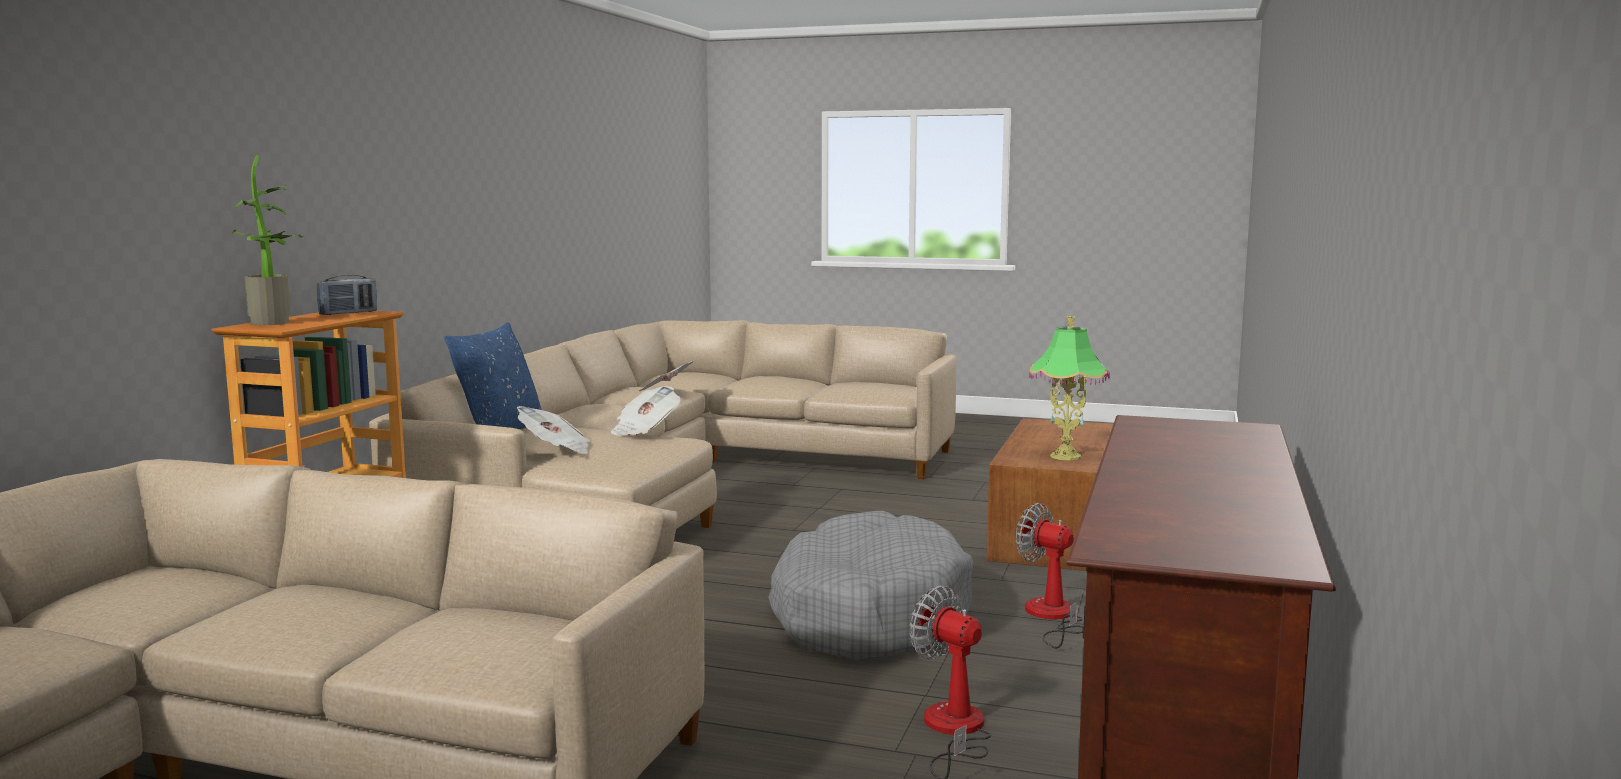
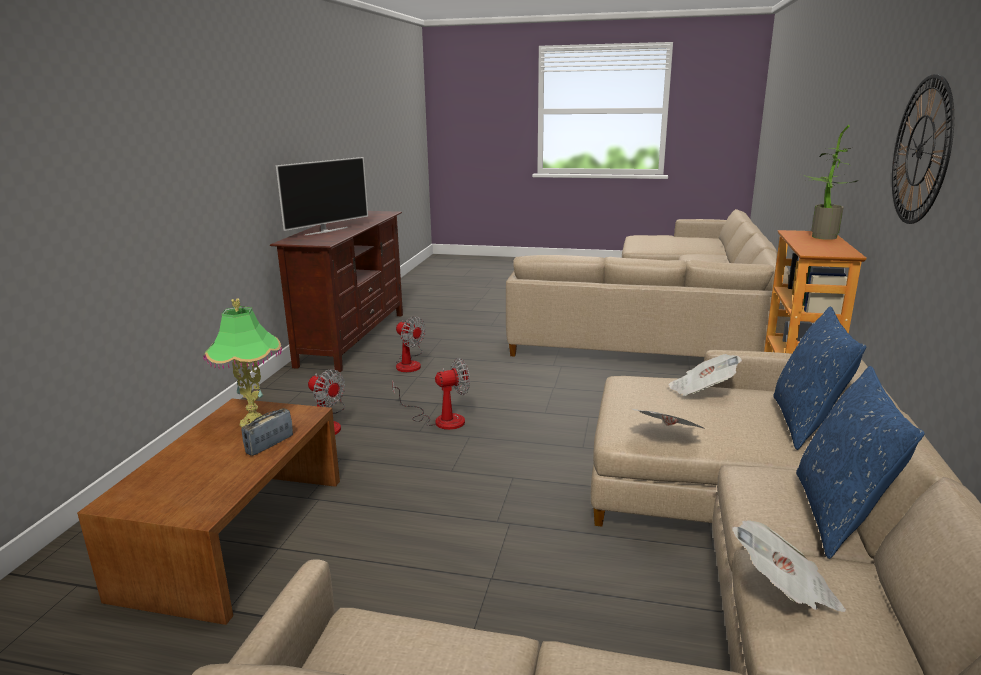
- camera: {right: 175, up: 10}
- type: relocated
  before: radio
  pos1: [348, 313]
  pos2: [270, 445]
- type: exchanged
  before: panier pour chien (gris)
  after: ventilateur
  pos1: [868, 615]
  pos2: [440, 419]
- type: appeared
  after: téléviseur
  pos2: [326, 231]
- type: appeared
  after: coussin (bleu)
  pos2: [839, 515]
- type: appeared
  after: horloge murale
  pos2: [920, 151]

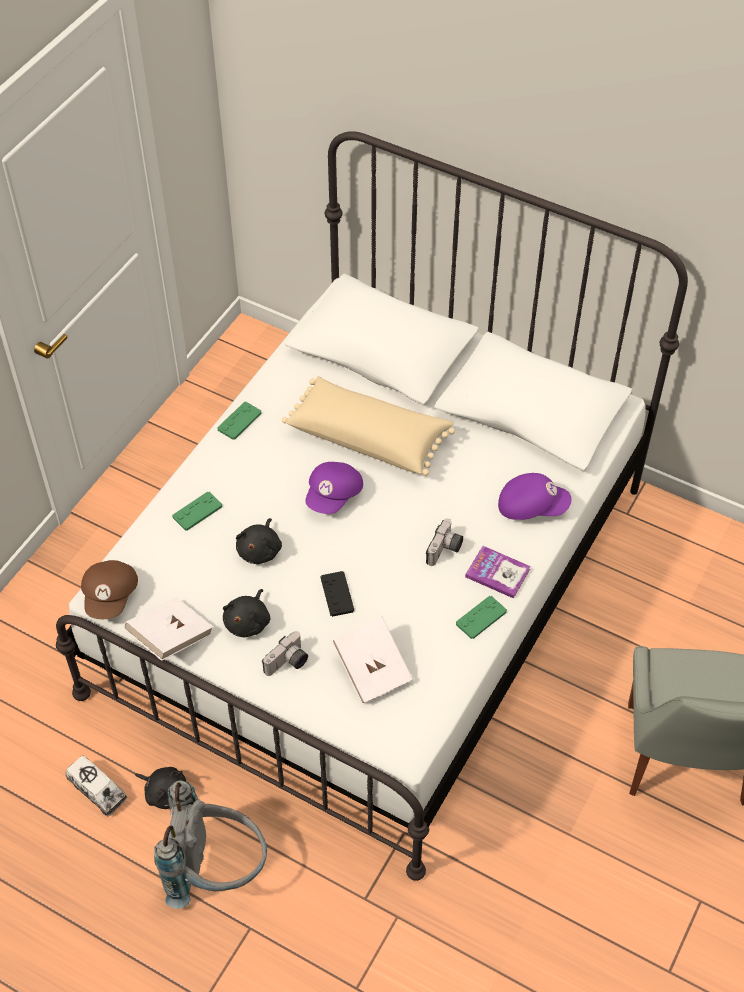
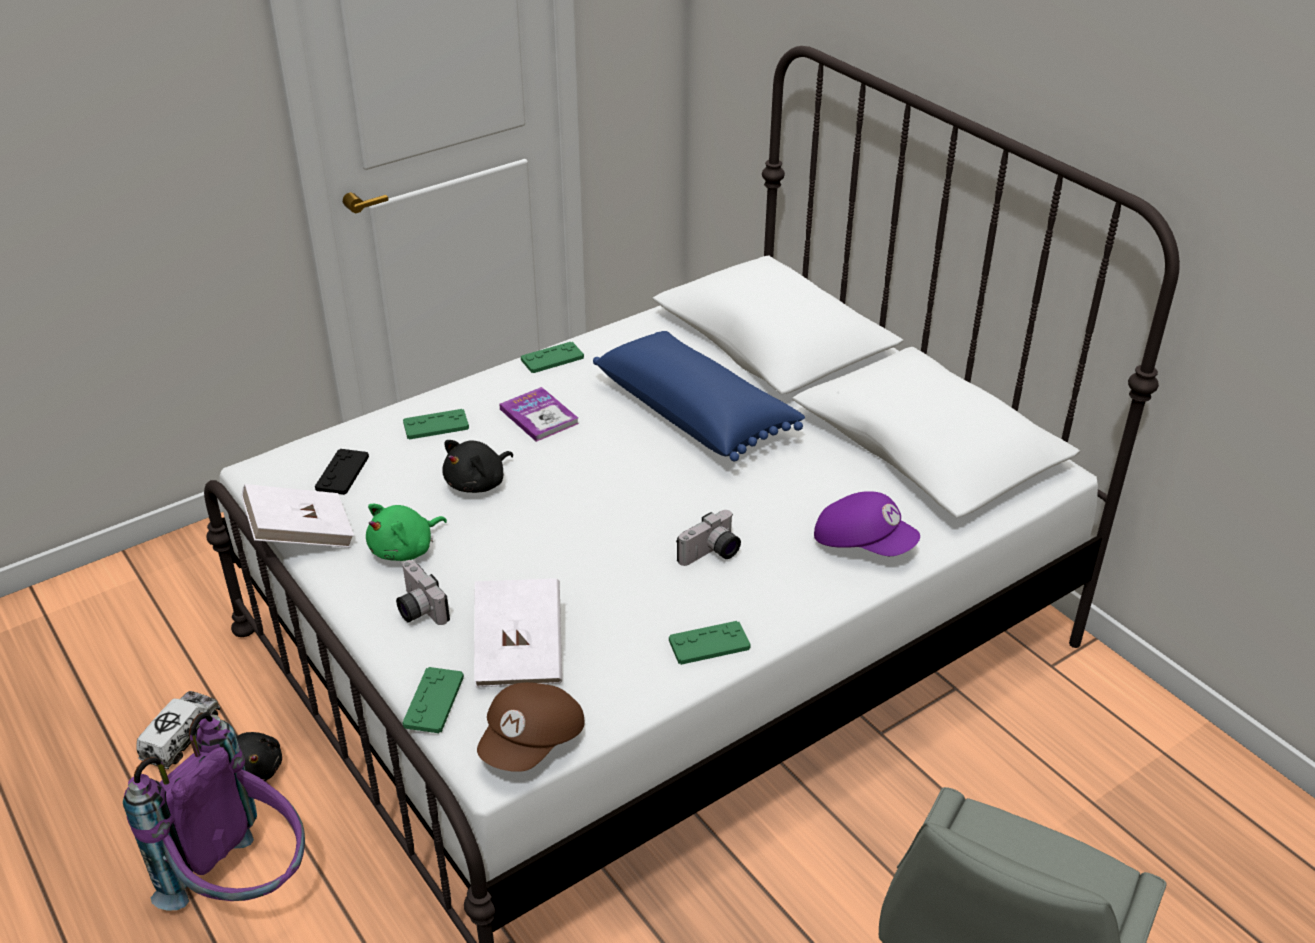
- camera: {right: 25, up: -15}
- type: spun
  before: camion jouet
  pos1: [97, 790]
  pos2: [181, 737]
  turn: -135
- type: relocated
  before: casquette (marron)
  pos1: [111, 596]
  pos2: [533, 743]
- type: colour
  before: sac à dos (gris)
  after: sac à dos (violet)
  pos1: [216, 870]
  pos2: [244, 886]
- type: colour
  before: peluche (noir)
  after: peluche (vert)
  pos1: [248, 622]
  pos2: [405, 549]
- type: spun
  before: appareil photo
  pos1: [288, 663]
  pos2: [417, 609]
  turn: 75
- type: colour
  before: coussin (beige)
  after: coussin (bleu)
  pos1: [369, 436]
  pos2: [696, 413]
- type: missing
  before: casquette (violet)
  pos1: [334, 496]
- type: relocated
  before: manette (noir)
  pos1: [337, 594]
  pos2: [342, 473]
- type: relocated
  before: livre
  pos1: [497, 573]
  pos2: [539, 416]
- type: appeared
  after: manette (vert)
  pos2: [434, 701]

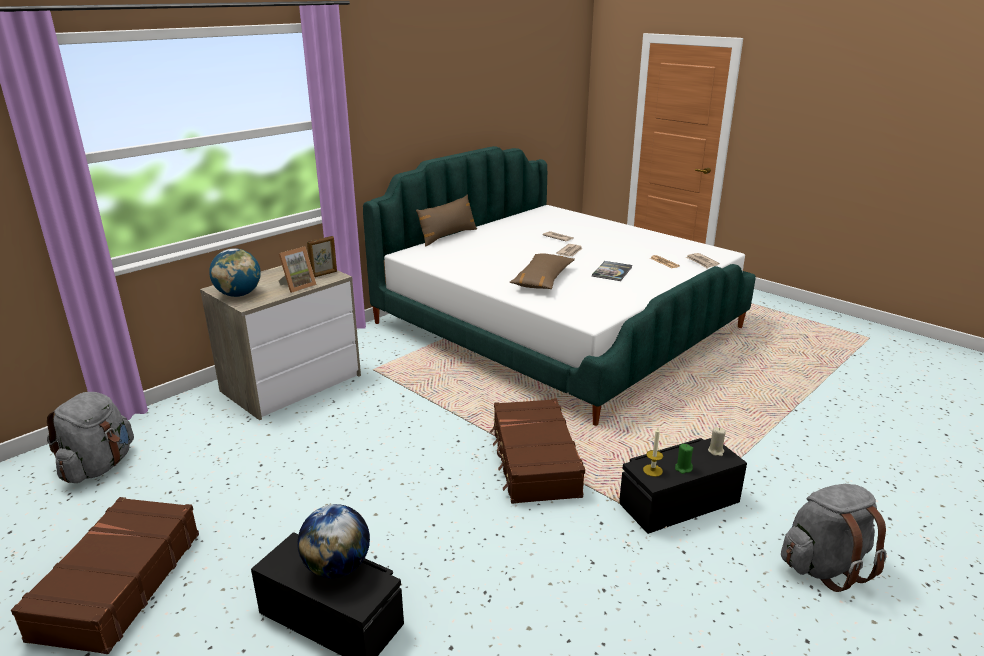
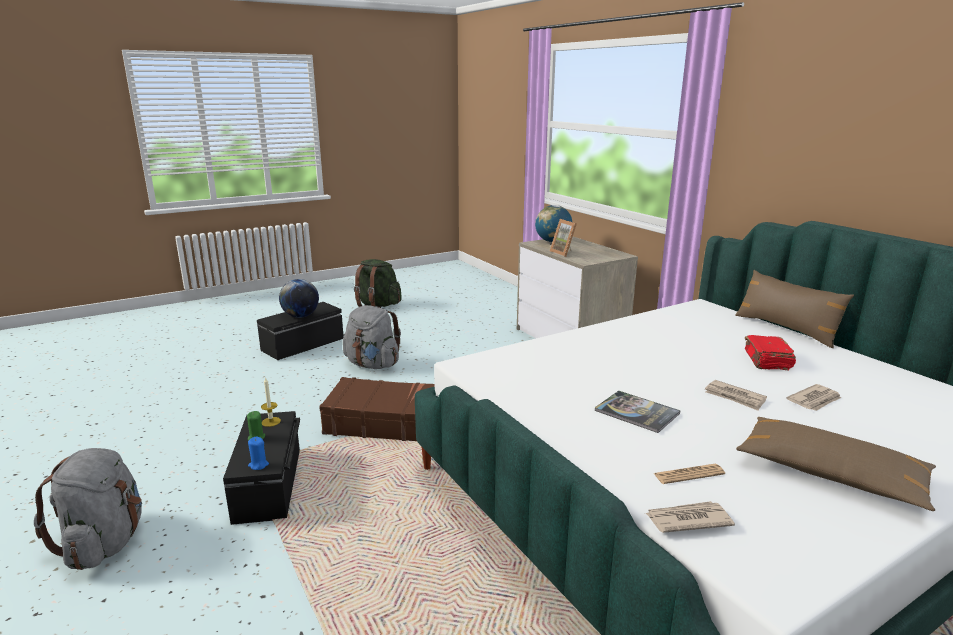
- camera: {right: 105, up: -5}
- type: exchanged
  before: valise (marron)
  after: sac à dos (vert)
  pos1: [117, 584]
  pos2: [377, 305]
- type: relocated
  before: sac à dos (gris)
  pos1: [99, 466]
  pos2: [373, 365]
- type: missing
  before: cadre photo
  pos1: [324, 274]
- type: relocated
  before: coussin (marron)
  pos1: [542, 280]
  pos2: [830, 474]
- type: colour
  before: bougie (beige)
  after: bougie (bleu)
  pos1: [716, 451]
  pos2: [258, 465]
- type: appeared
  after: livre (rouge)
  pos2: [767, 361]

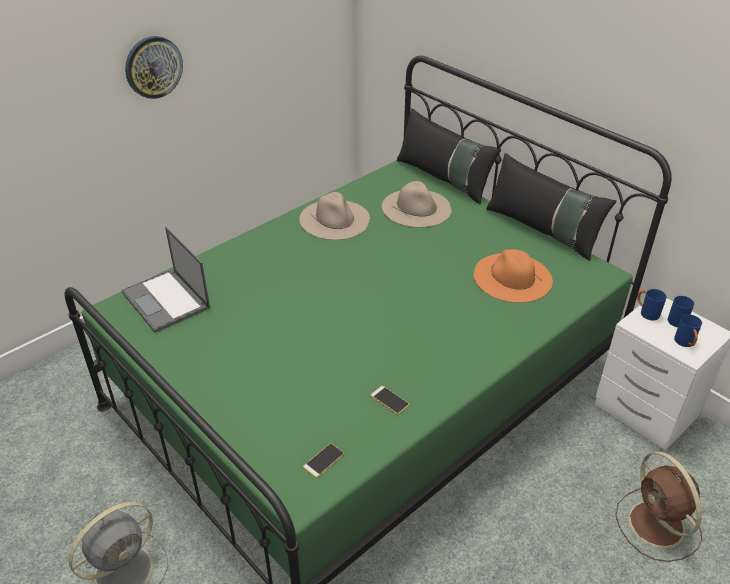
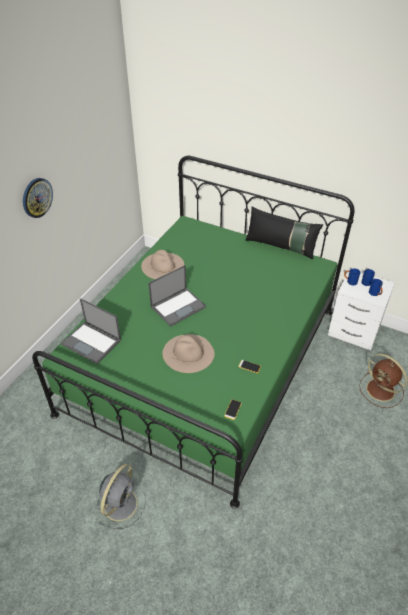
- camera: {right: -20, up: 5}
- type: relocated
  before: chapeau (beige)
  pos1: [416, 207]
  pos2: [188, 353]
- type: missing
  before: coussin (noir)
  pos1: [444, 179]
- type: missing
  before: chapeau (orange)
  pos1: [512, 277]
- type: appeared
  after: ordinateur portable
  pos2: [178, 306]

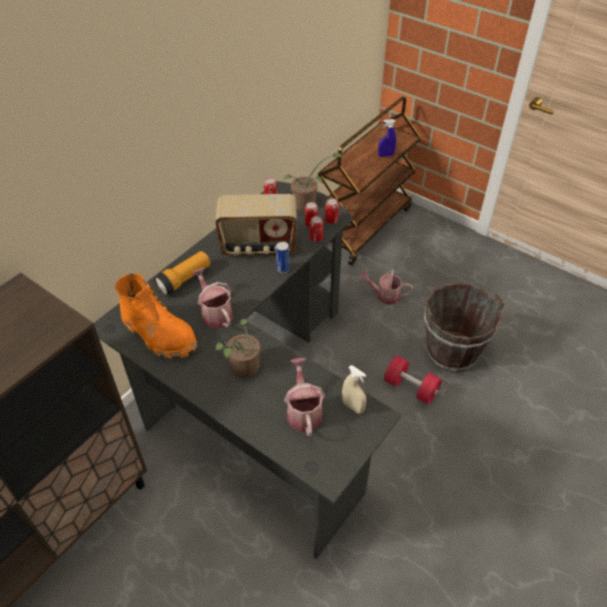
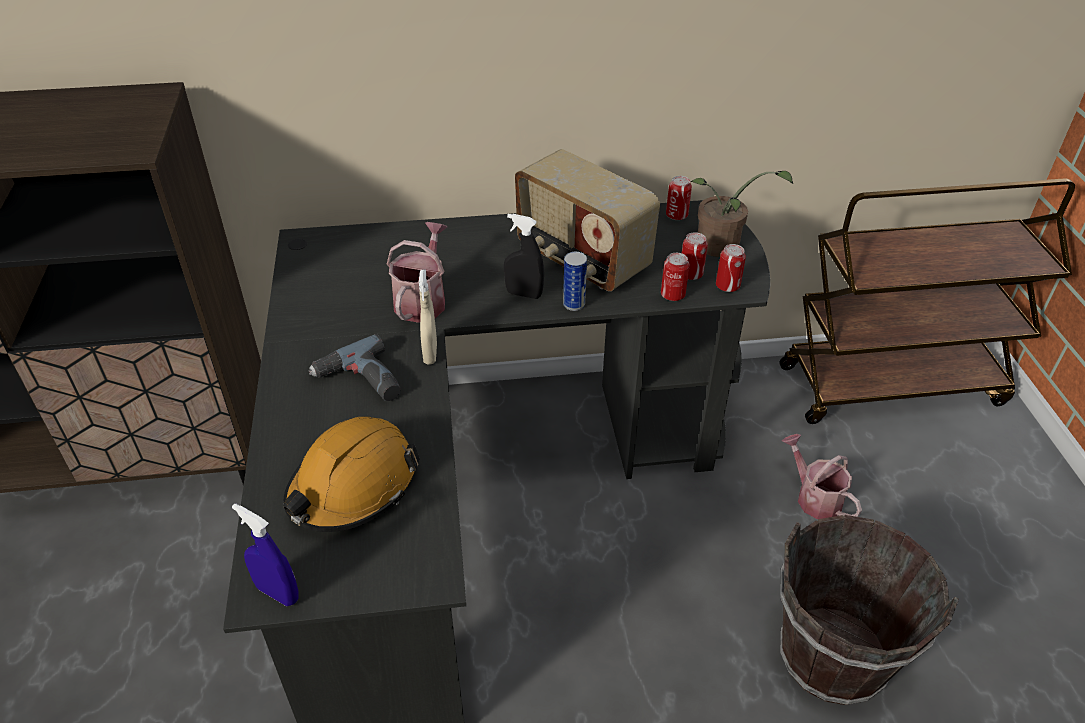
- camera: {right: 45, up: -5}
- type: missing
  before: botte (orange)
  pos1: [159, 334]
- type: missing
  before: lampe de poche
  pos1: [184, 279]
- type: exchanged
  before: plante en pot
  after: perceuse
  pos1: [242, 369]
  pos2: [360, 382]
- type: exchanged
  before: arrosoir
  after: casque de chantier (orange)
  pos1: [303, 411]
  pos2: [353, 487]
- type: relocated
  before: vaporisateur (beige)
  pos1: [353, 406]
  pos2: [430, 353]
- type: relocated
  before: vaporisateur (bleu)
  pos1: [386, 155]
  pos2: [277, 593]
- type: missing
  before: haltère (rouge)
  pos1: [411, 388]
- type: appeared
  after: vaporisateur (noir)
  pos2: [524, 294]

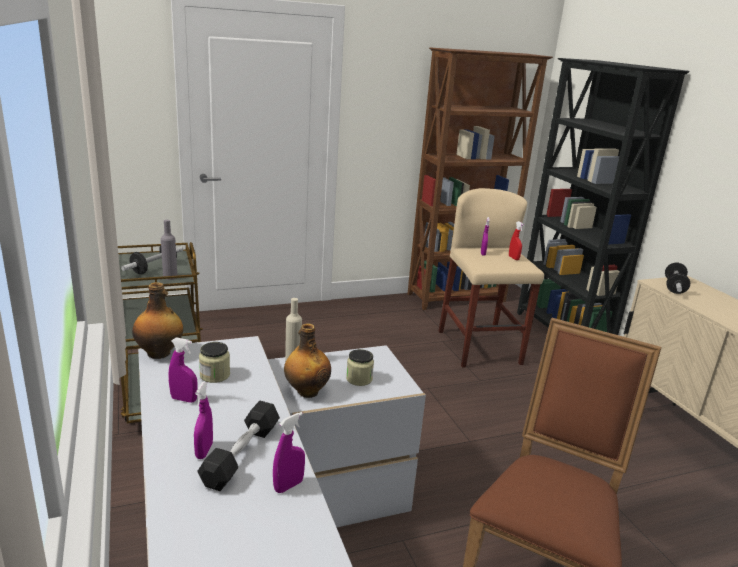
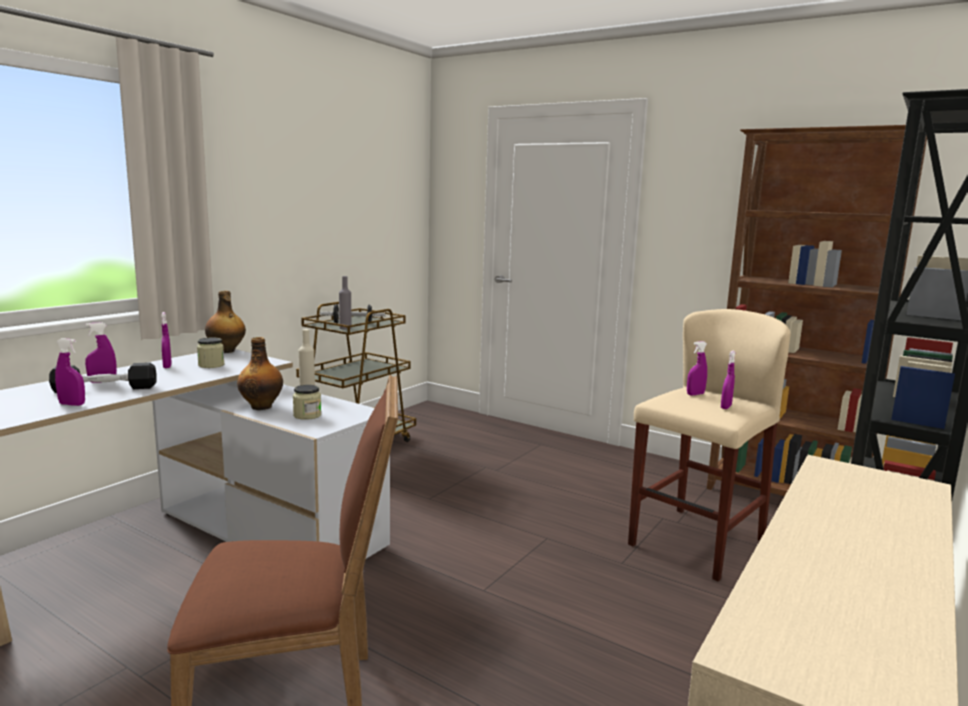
- camera: {right: 55, up: -10}
- type: colour
  before: vaporisateur (rouge)
  after: vaporisateur (violet)
  pos1: [513, 258]
  pos2: [726, 407]
- type: missing
  before: haltère
  pos1: [674, 287]

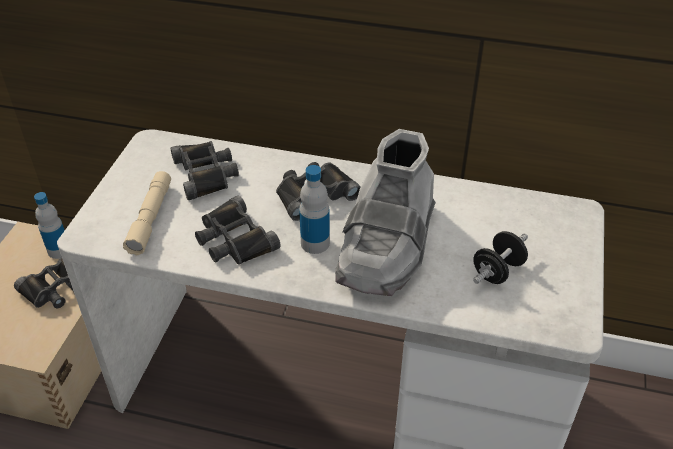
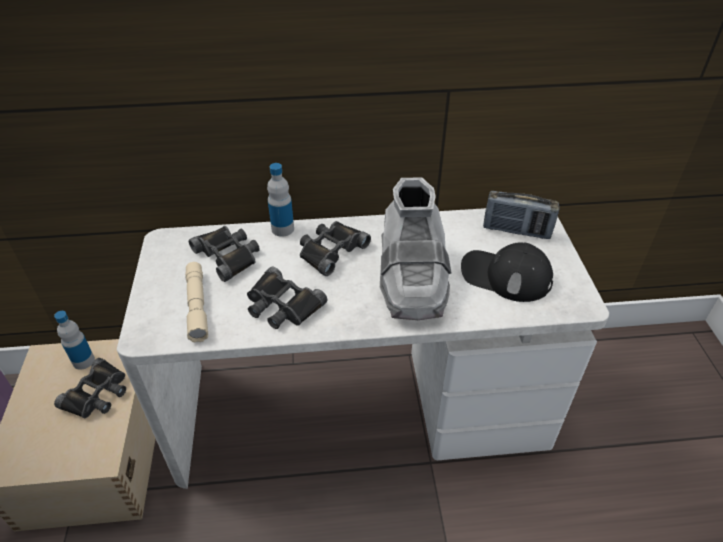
- camera: {right: -20, up: 0}
- type: relocated
  before: bouteille
  pos1: [315, 243]
  pos2: [282, 229]
- type: exchanged
  before: haltère (noir)
  after: casquette (noir)
  pos1: [497, 271]
  pos2: [505, 275]
- type: appeared
  after: radio
  pos2: [516, 230]

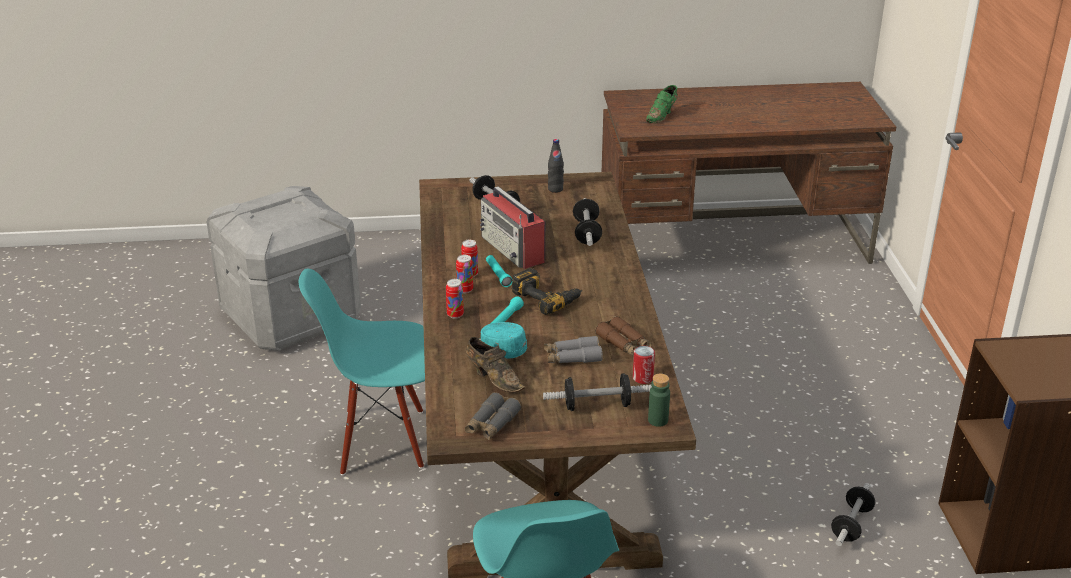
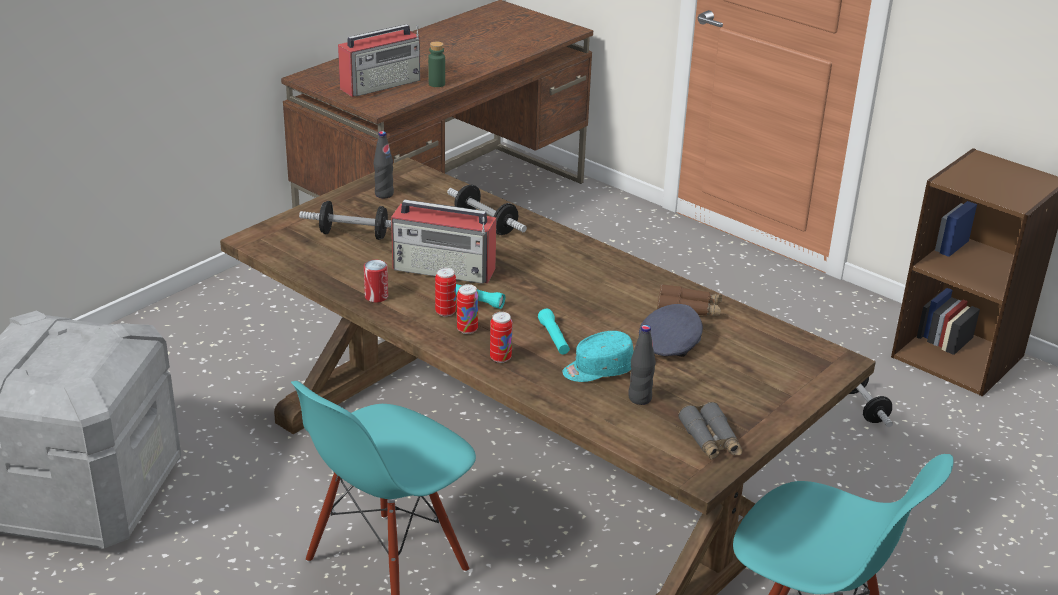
- camera: {right: -45, up: 0}
- type: exchanged
  before: chaussure (marron)
  after: bouteille (noir)
  pos1: [494, 378]
  pos2: [639, 398]
- type: missing
  before: perceuse
  pos1: [547, 297]
- type: missing
  before: haltère
  pos1: [597, 405]
- type: exchanged
  before: jumelles (gris)
  after: casquette (gris)
  pos1: [572, 357]
  pos2: [670, 343]
- type: relocated
  before: boîte métallique
  pos1: [643, 378]
  pos2: [376, 296]
- type: exchanged
  before: chaussure (vert)
  after: radio
  pos1: [662, 116]
  pos2: [382, 84]
- type: relocated
  before: bouteille (vert)
  pos1: [658, 420]
  pos2: [436, 84]

